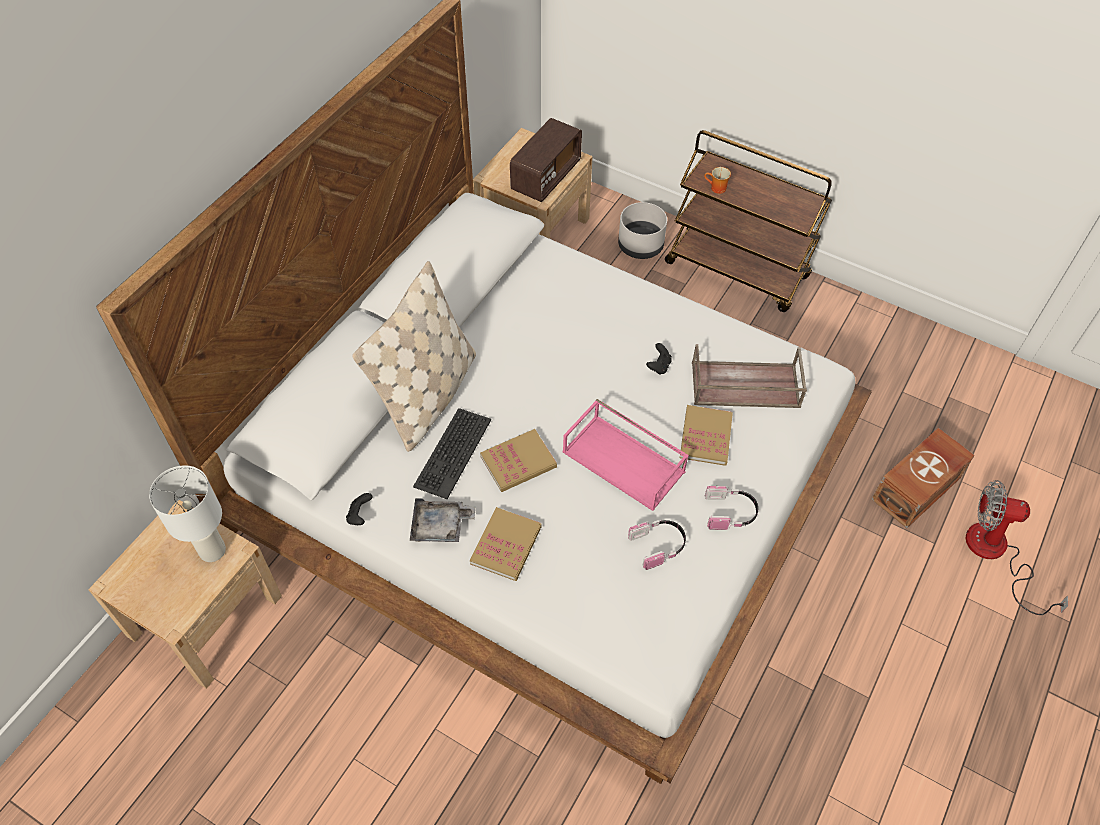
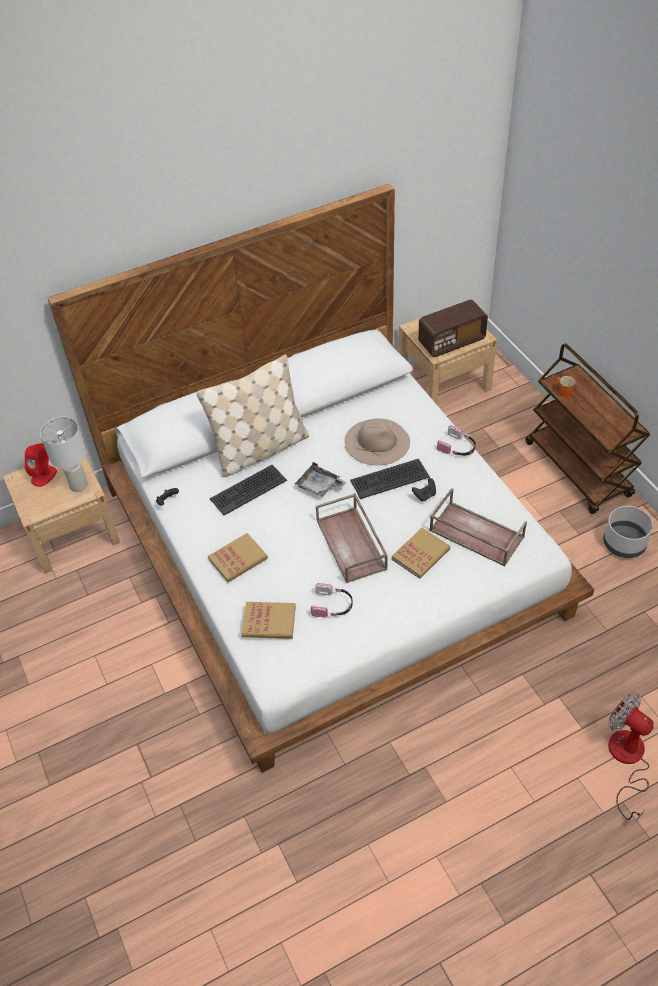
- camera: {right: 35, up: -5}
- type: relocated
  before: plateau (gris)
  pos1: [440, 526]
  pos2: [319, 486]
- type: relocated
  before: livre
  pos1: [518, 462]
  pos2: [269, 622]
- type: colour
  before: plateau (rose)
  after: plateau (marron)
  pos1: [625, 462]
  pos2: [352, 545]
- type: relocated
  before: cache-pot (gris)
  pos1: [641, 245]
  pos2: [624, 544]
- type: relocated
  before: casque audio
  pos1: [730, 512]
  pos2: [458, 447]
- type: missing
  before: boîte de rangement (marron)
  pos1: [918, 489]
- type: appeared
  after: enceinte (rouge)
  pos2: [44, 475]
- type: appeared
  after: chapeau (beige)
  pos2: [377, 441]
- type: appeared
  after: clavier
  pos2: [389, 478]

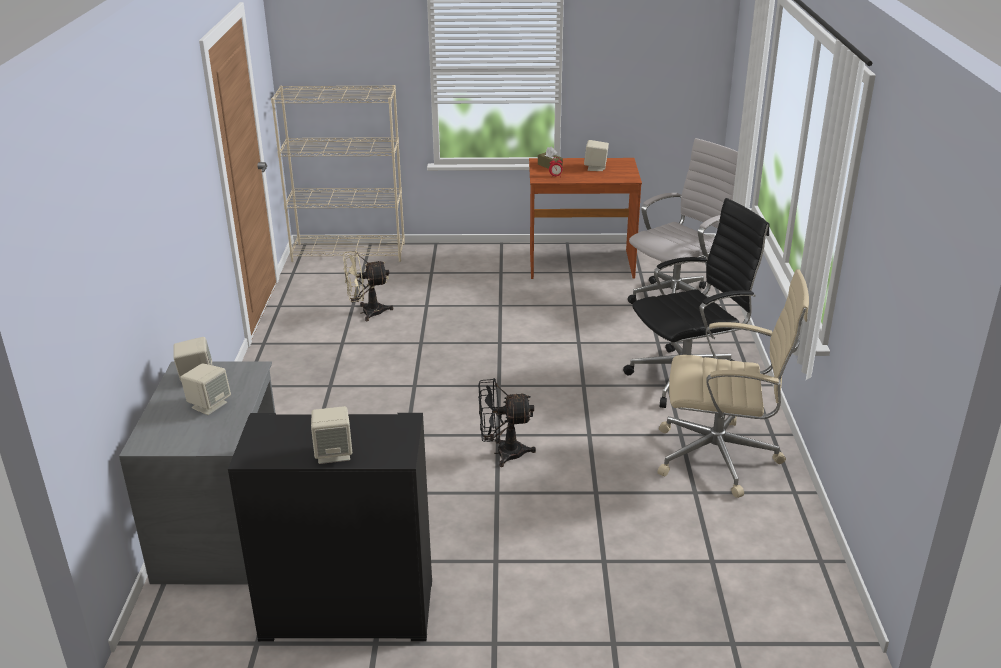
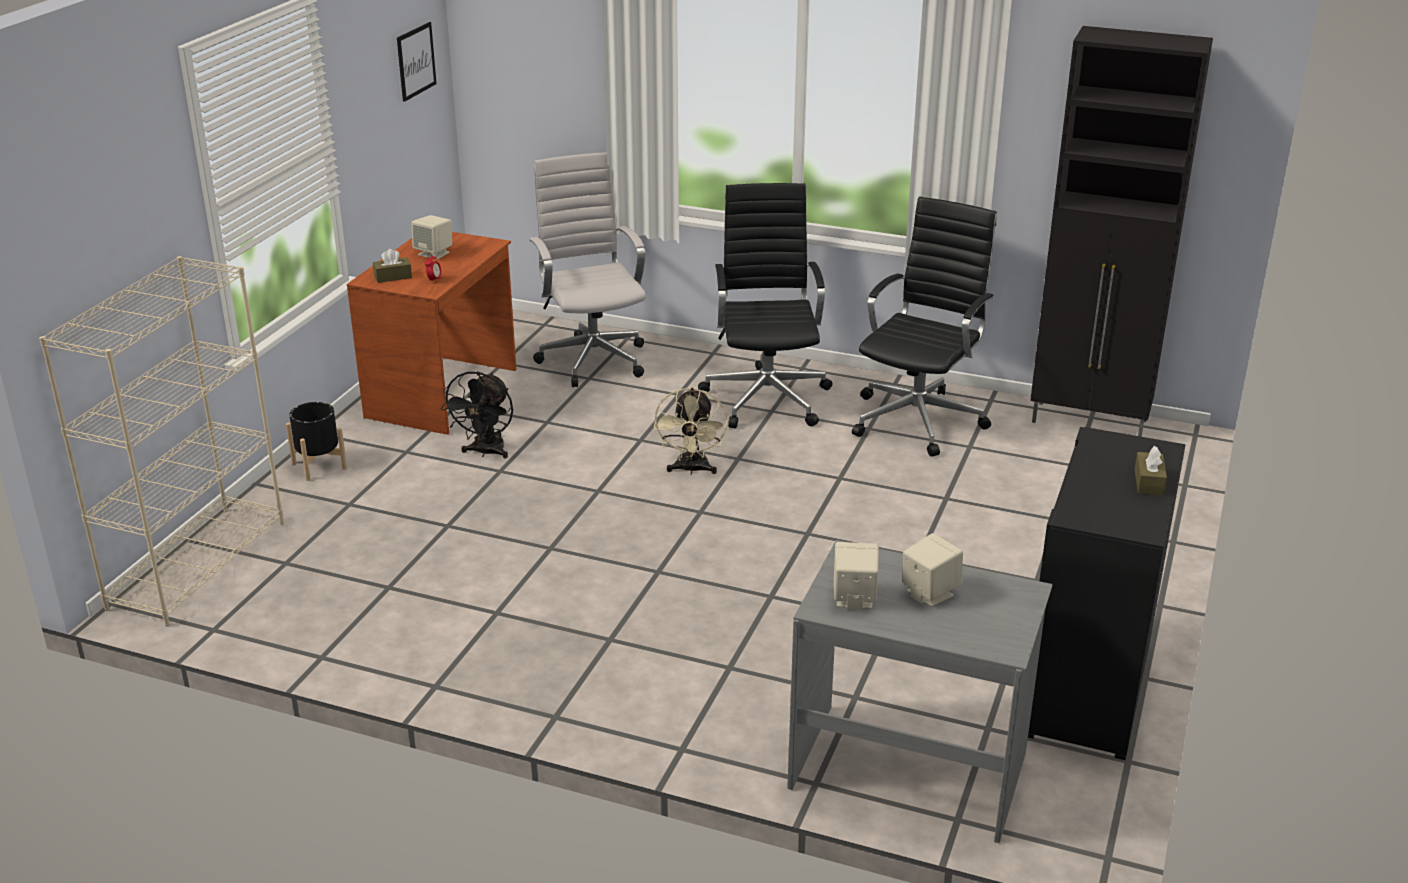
- camera: {right: -70, up: 0}
- type: exchanged
  before: enceinte (beige)
  after: boîte à mouchoirs (marron)
  pos1: [334, 453]
  pos2: [1149, 482]
- type: relocated
  before: ventilateur (beige)
  pos1: [367, 312]
  pos2: [692, 469]
- type: relocated
  before: ventilateur (noir)
  pos1: [502, 453]
  pos2: [486, 452]
- type: colour
  before: chaise de bureau (beige)
  after: chaise de bureau (noir)
  pos1: [720, 457]
  pos2: [919, 419]
- type: appeared
  after: cache-pot (noir)
  pos2: [319, 466]
- type: appeared
  after: tableau
  pos2: [416, 61]
- type: appeared
  after: meuble de rangement (noir)
  pos2: [1090, 422]

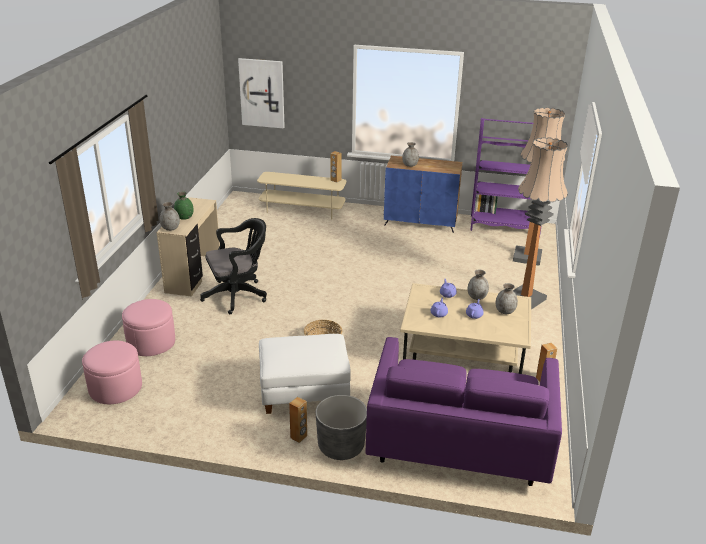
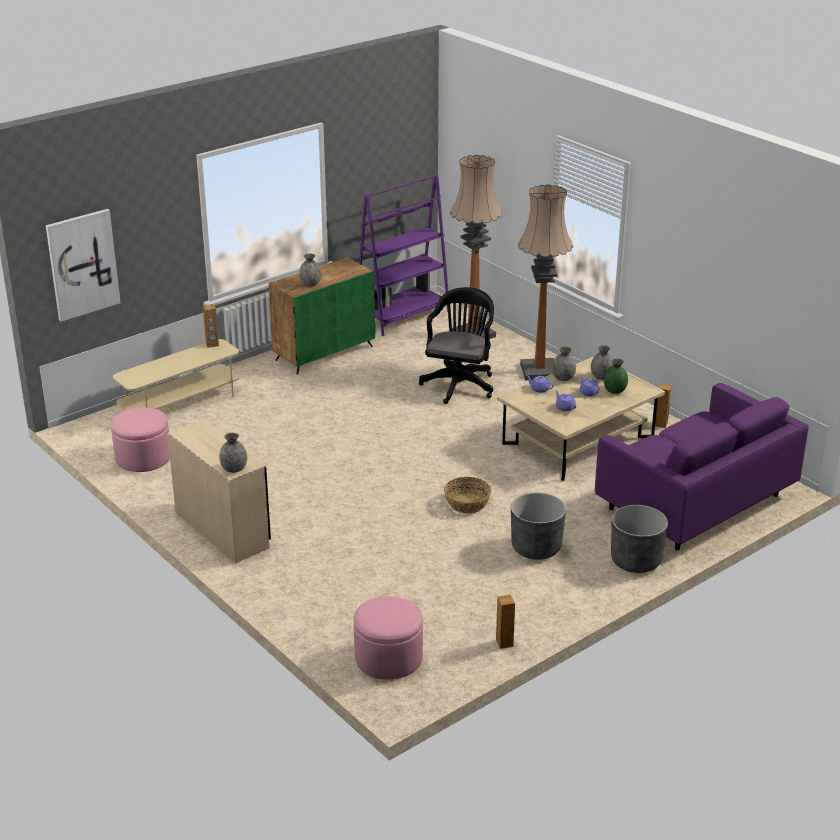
- camera: {right: -50, up: 0}
- type: relocated
  before: pouf (rose)
  pos1: [151, 342]
  pos2: [143, 457]
- type: relocated
  before: vase (vert)
  pos1: [184, 217]
  pos2: [615, 391]
- type: relocated
  before: chaise de bureau (noir)
  pos1: [238, 295]
  pos2: [460, 384]
- type: exchanged
  before: pouf (blanc)
  after: cache-pot (gris)
  pos1: [304, 392]
  pos2: [536, 548]
- type: relocated
  before: enceinte (marron)
  pos1: [299, 437]
  pos2: [504, 642]
- type: colour
  before: meuble de rangement (bleu)
  after: meuble de rangement (vert)
  pos1: [421, 222]
  pos2: [324, 353]

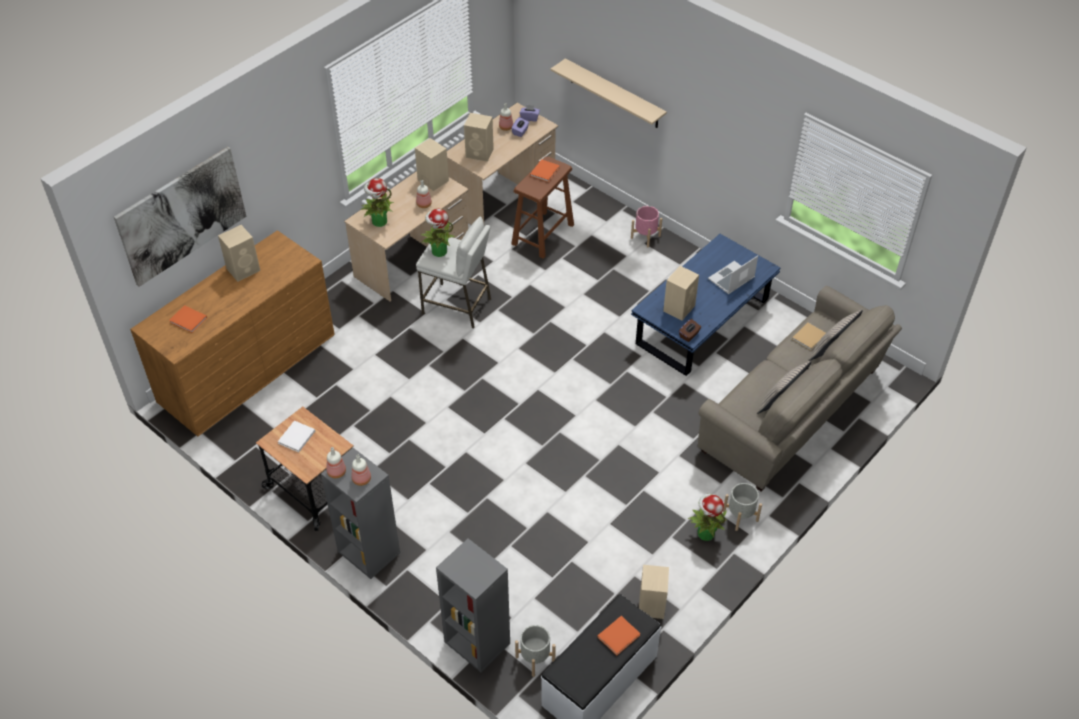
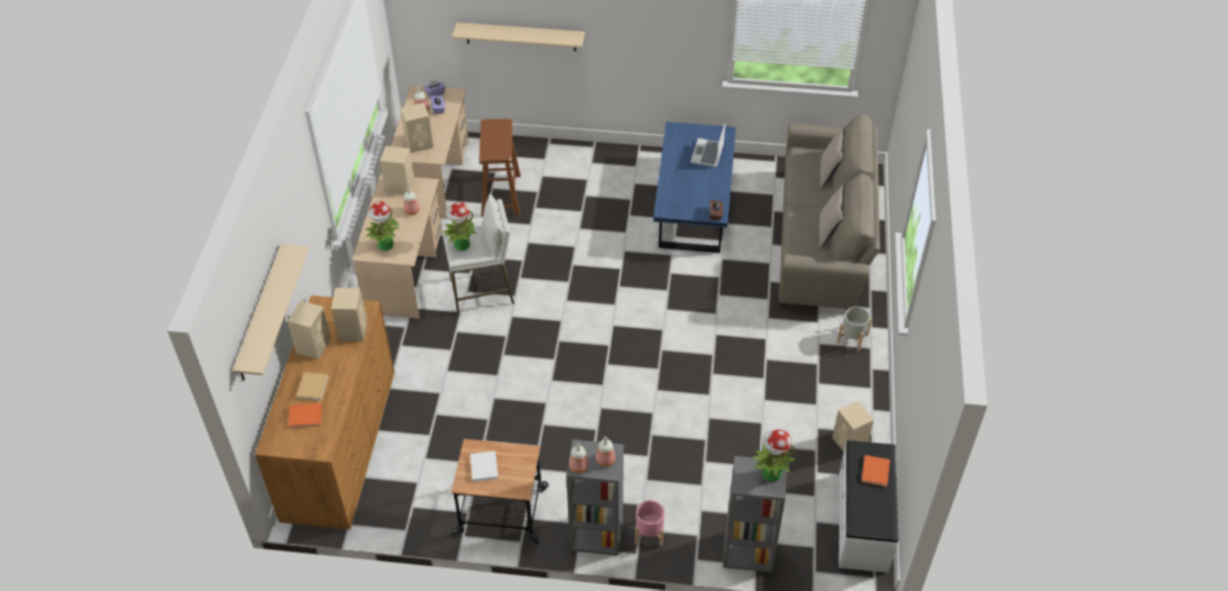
- camera: {right: -35, up: 0}
- type: exchanged
  before: tableau
  after: étagère (beige)
  pos1: [182, 215]
  pos2: [260, 314]
- type: missing
  before: cache-pot (gris)
  pos1: [535, 658]
- type: missing
  before: livre (orange)
  pos1: [545, 171]
- type: relocated
  before: cache-pot (rose)
  pos1: [645, 236]
  pos2: [649, 533]
- type: relocated
  before: enceinte (beige)
  pos1: [679, 308]
  pos2: [353, 329]
- type: relocated
  before: plante en pot
  pos1: [705, 533]
  pos2: [771, 474]
- type: relocated
  before: livre (beige)
  pos1: [809, 336]
  pos2: [313, 386]

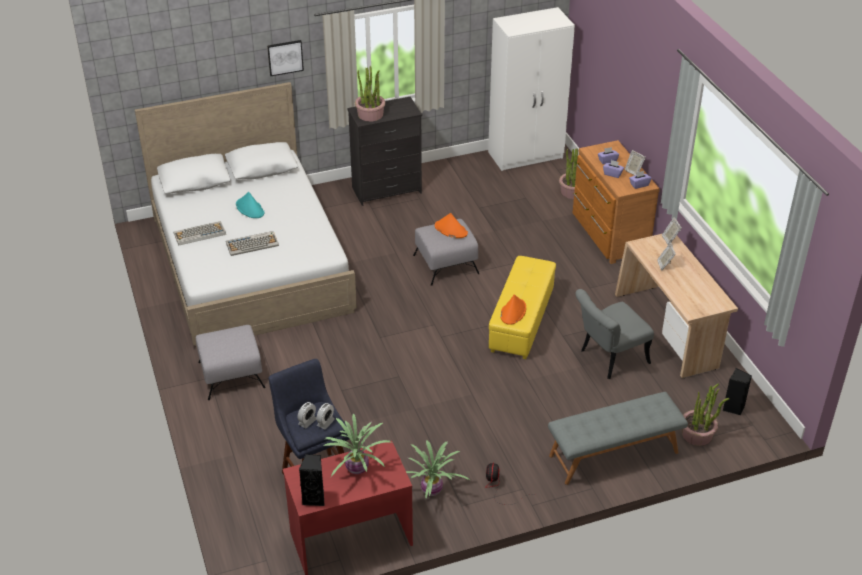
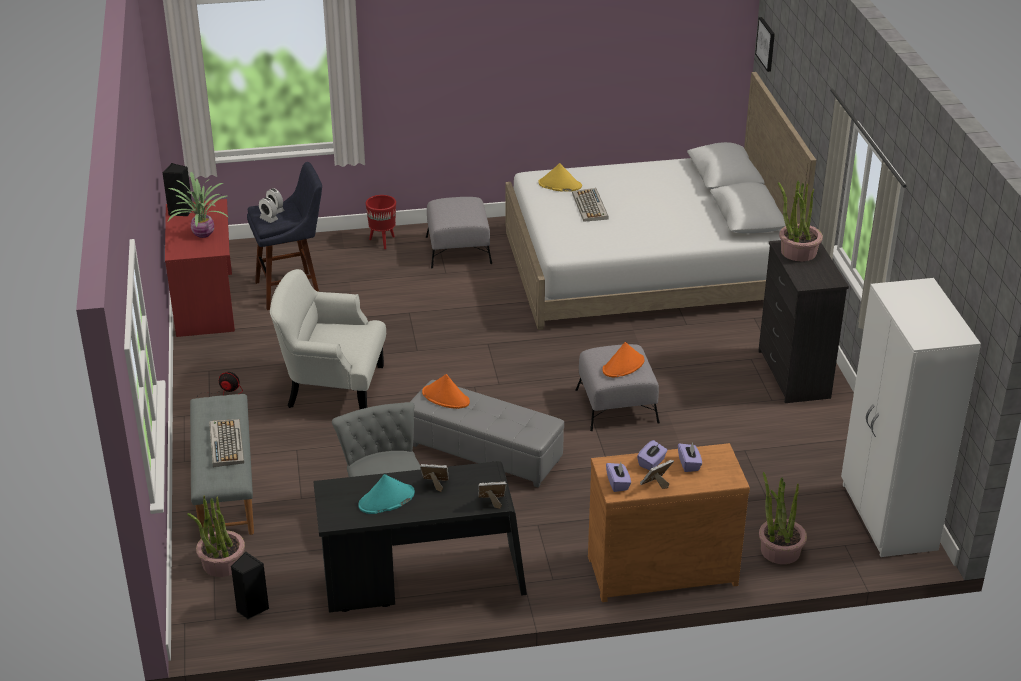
- camera: {right: 100, up: -5}
- type: relocated
  before: clavier
  pos1: [199, 234]
  pos2: [226, 443]
- type: relocated
  before: chapeau (turquoise)
  pos1: [250, 209]
  pos2: [386, 500]
- type: relocated
  before: tableau
  pos1: [285, 57]
  pos2: [766, 44]
- type: missing
  before: plante en pot
  pos1: [432, 491]
- type: colour
  before: pouf (jaune)
  after: pouf (gris)
  pos1: [522, 321]
  pos2: [484, 453]
- type: colour
  before: bureau (beige)
  after: bureau (noir)
  pos1: [668, 331]
  pos2: [422, 582]
- type: appeared
  after: fauteuil (blanc)
  pos2: [332, 387]
- type: appeared
  after: cache-pot (rouge)
  pos2: [382, 241]
- type: appeared
  after: chapeau (jaune)
  pos2: [559, 185]

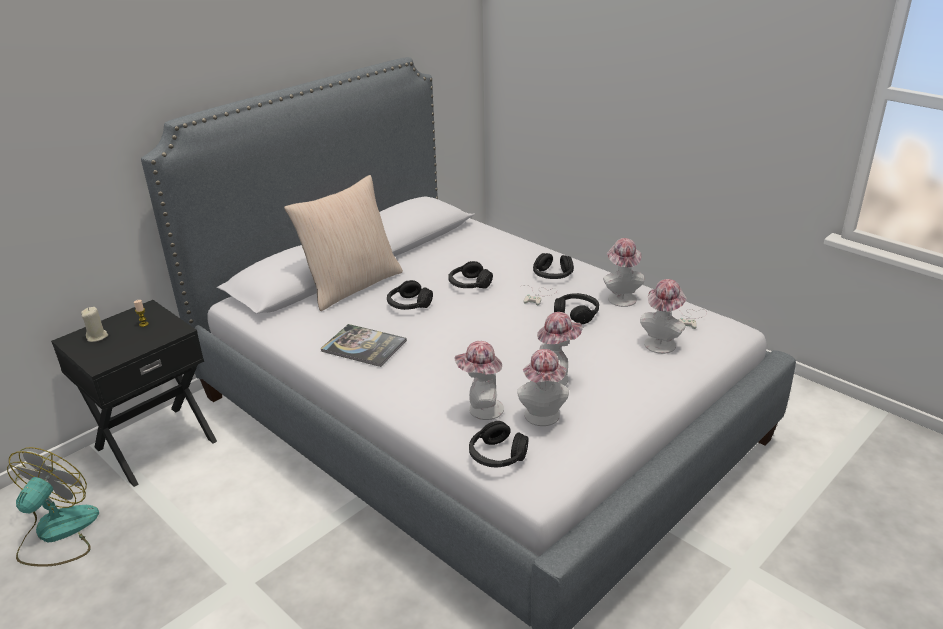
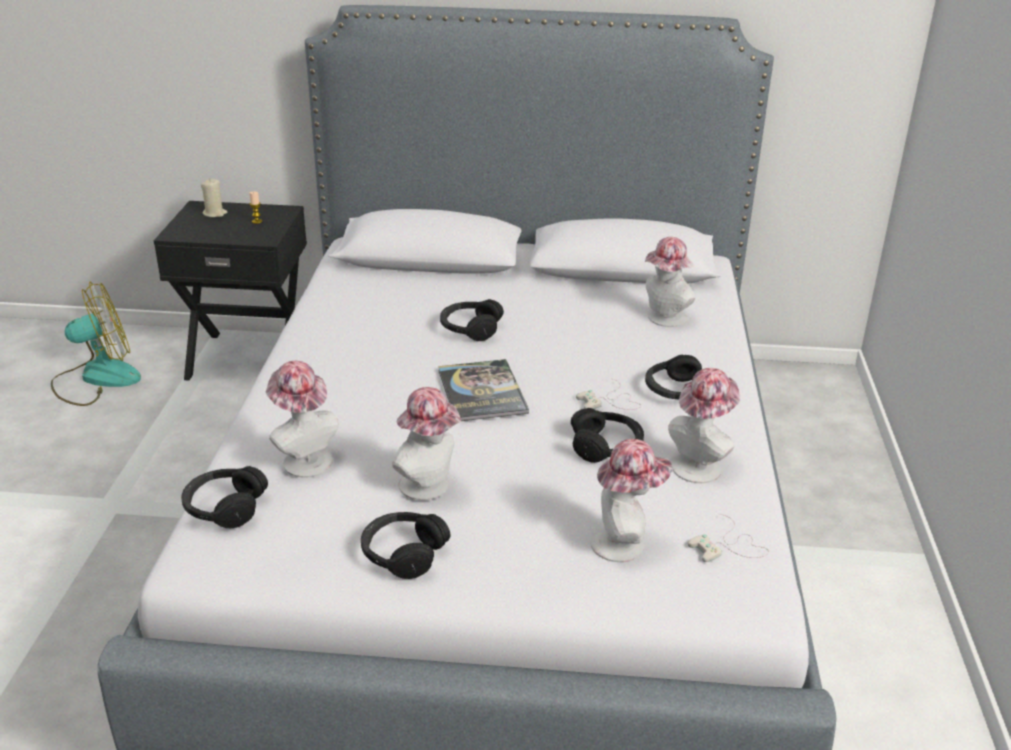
- camera: {right: 50, up: 0}
- type: missing
  before: coussin (beige)
  pos1: [351, 285]
- type: relocated
  before: livre
  pos1: [364, 346]
  pos2: [482, 392]
- type: relocated
  before: casque audio (noir)
  pos1: [469, 284]
  pos2: [403, 553]
- type: relocated
  before: chapeau
  pos1: [543, 418]
  pos2: [664, 319]

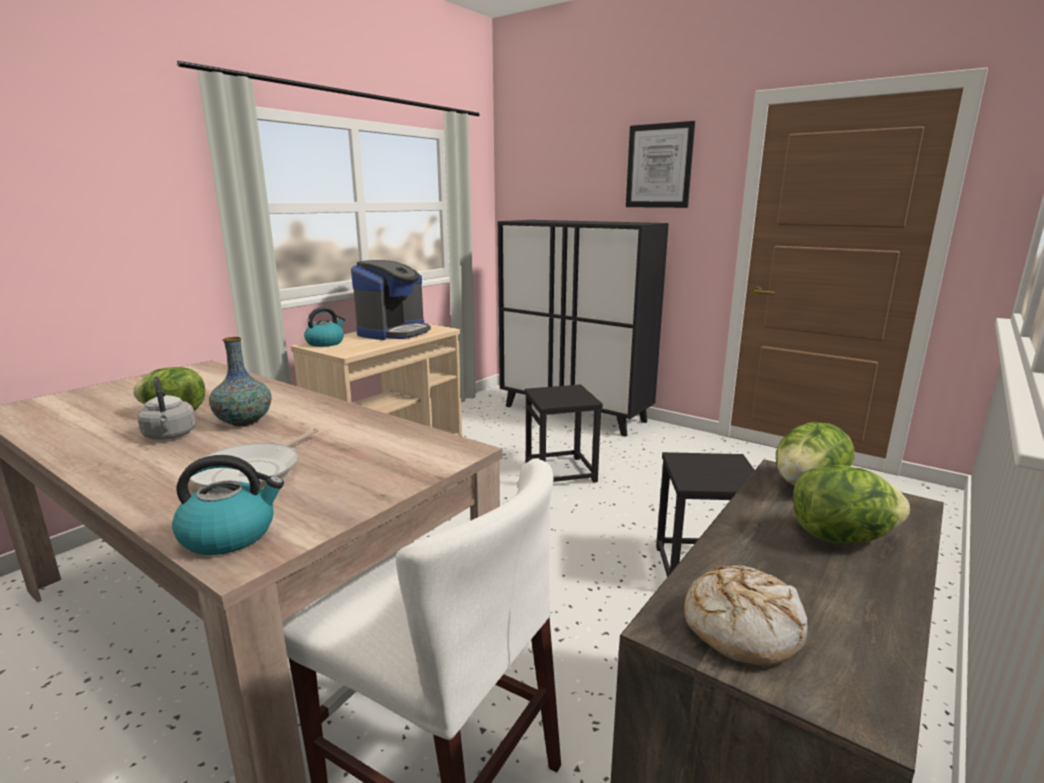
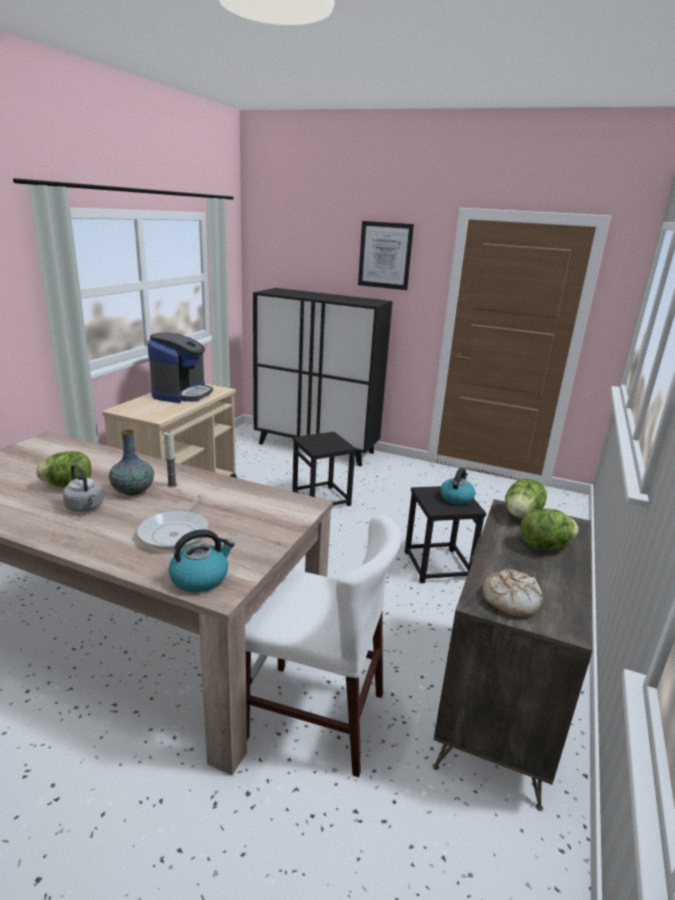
- camera: {right: -15, up: 5}
- type: relocated
  before: bouilloire
  pos1: [325, 343]
  pos2: [456, 498]
- type: appeared
  after: bougie
  pos2: [172, 485]

